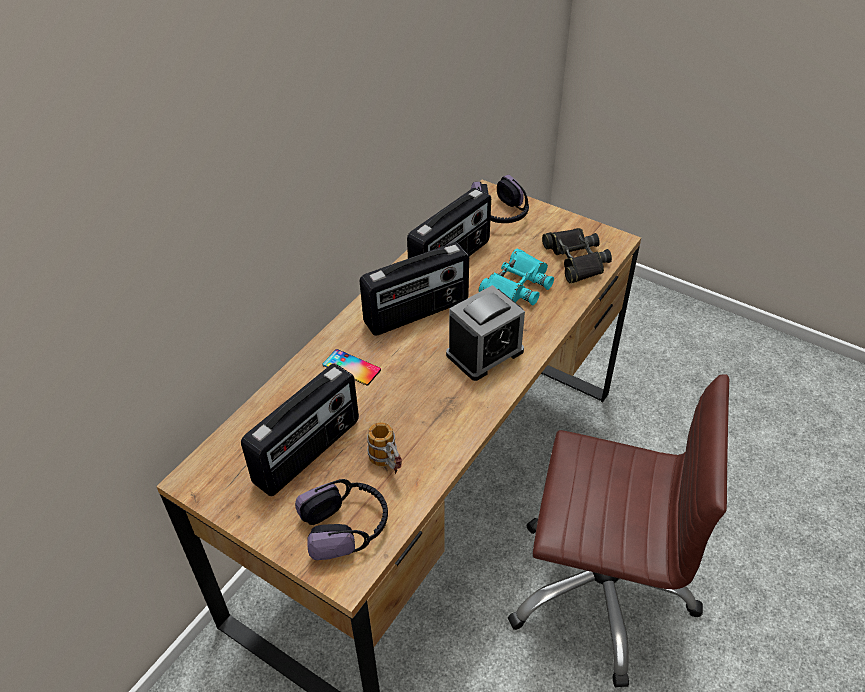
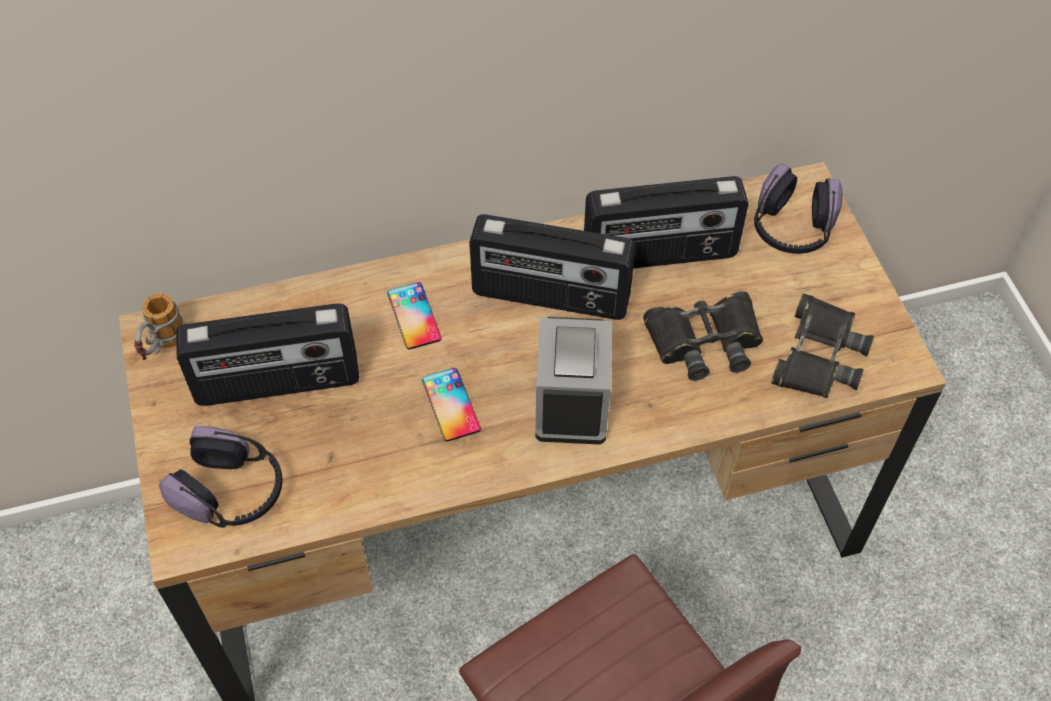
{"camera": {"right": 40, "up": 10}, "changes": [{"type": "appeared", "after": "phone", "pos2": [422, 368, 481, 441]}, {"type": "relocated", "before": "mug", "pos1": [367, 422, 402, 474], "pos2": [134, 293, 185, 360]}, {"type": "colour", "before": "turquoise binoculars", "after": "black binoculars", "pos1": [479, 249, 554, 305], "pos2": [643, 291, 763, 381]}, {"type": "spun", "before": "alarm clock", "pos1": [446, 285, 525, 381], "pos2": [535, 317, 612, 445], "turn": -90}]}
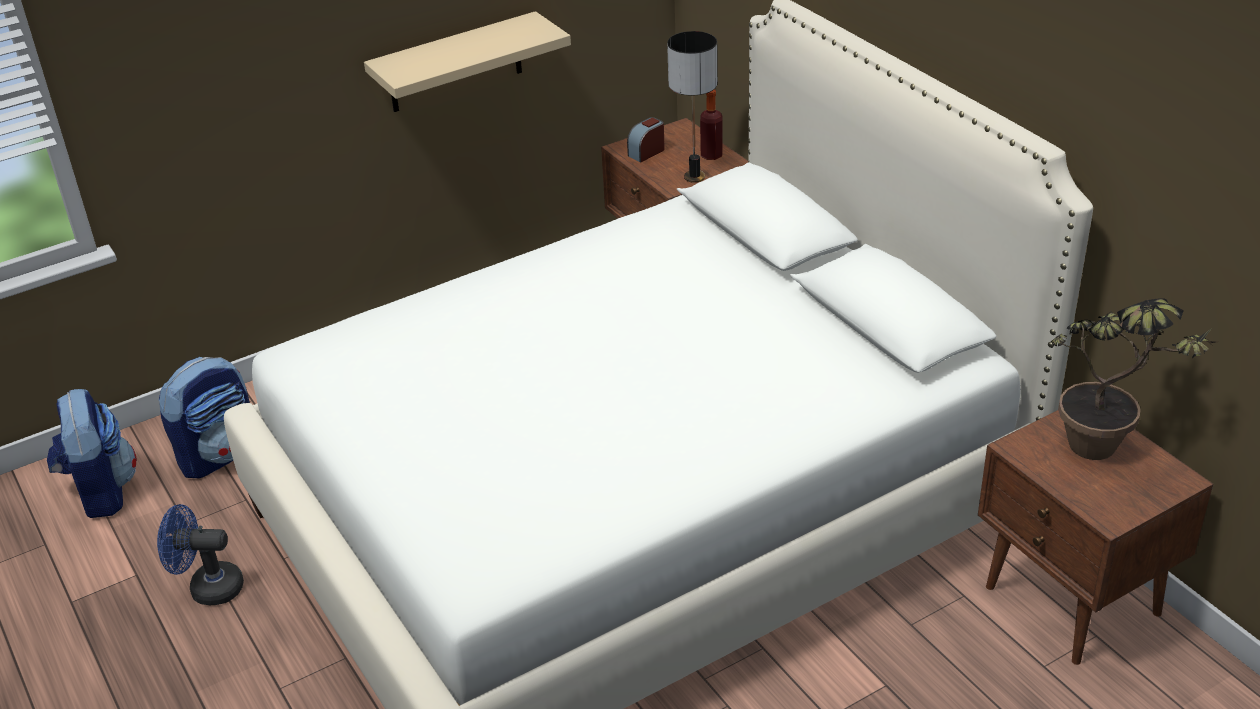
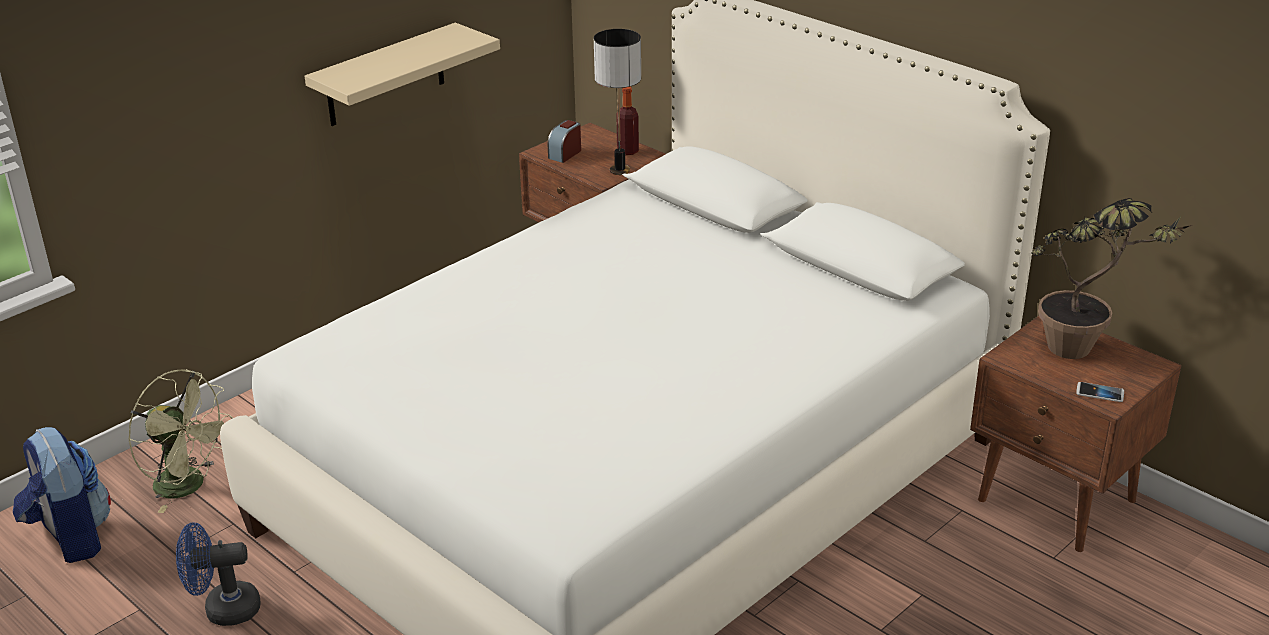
{"camera": {"right": -15, "up": -5}, "changes": [{"type": "appeared", "after": "phone", "pos2": [1076, 382, 1124, 402]}, {"type": "exchanged", "before": "backpack", "after": "green fan", "pos1": [159, 357, 250, 478], "pos2": [128, 369, 233, 513]}]}
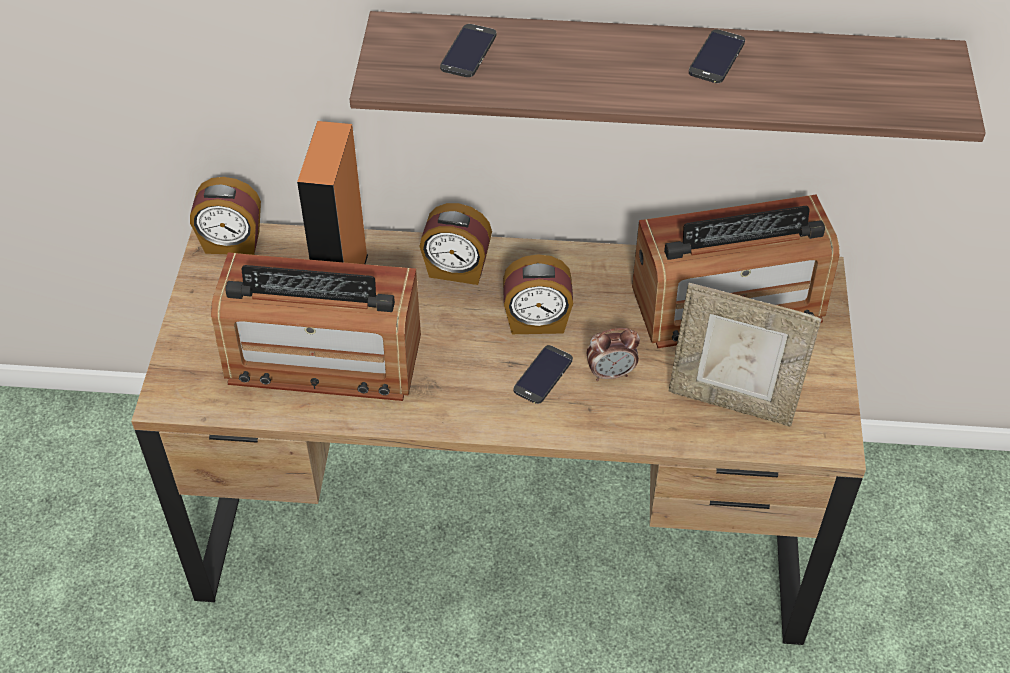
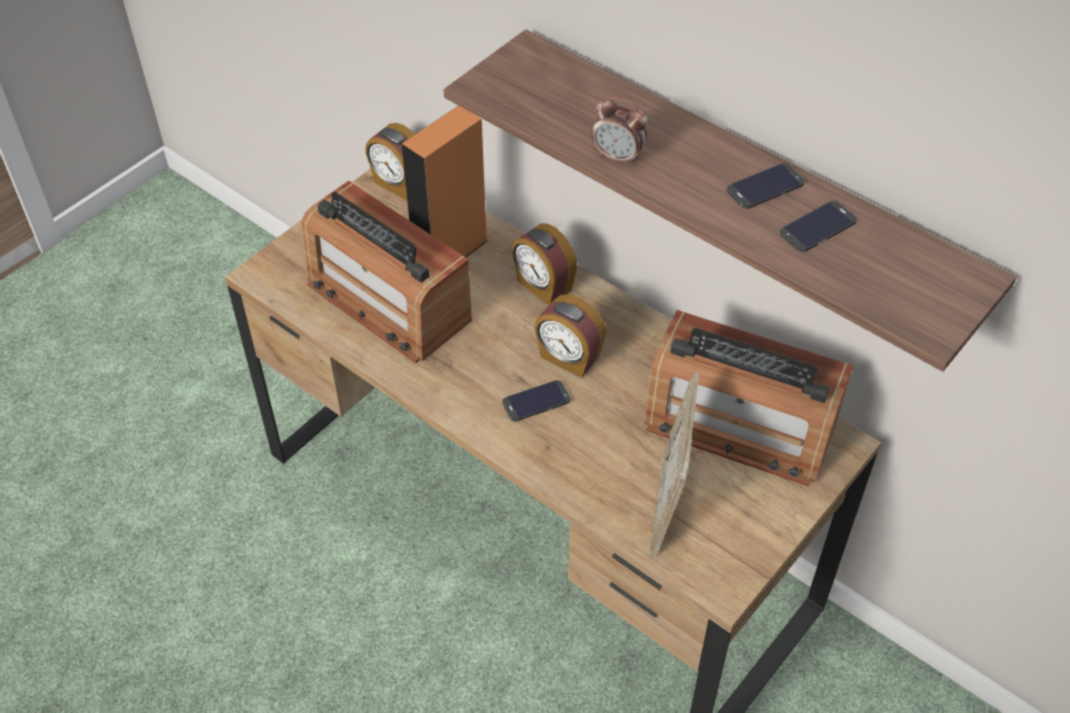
{"camera": {"right": 35, "up": 0}, "changes": [{"type": "relocated", "before": "phone", "pos1": [440, 24, 496, 77], "pos2": [780, 201, 857, 252]}, {"type": "relocated", "before": "alarm clock", "pos1": [586, 328, 640, 381], "pos2": [591, 97, 648, 166]}, {"type": "spun", "before": "picture frame", "pos1": [669, 283, 822, 427], "pos2": [650, 373, 699, 557], "turn": 45}]}
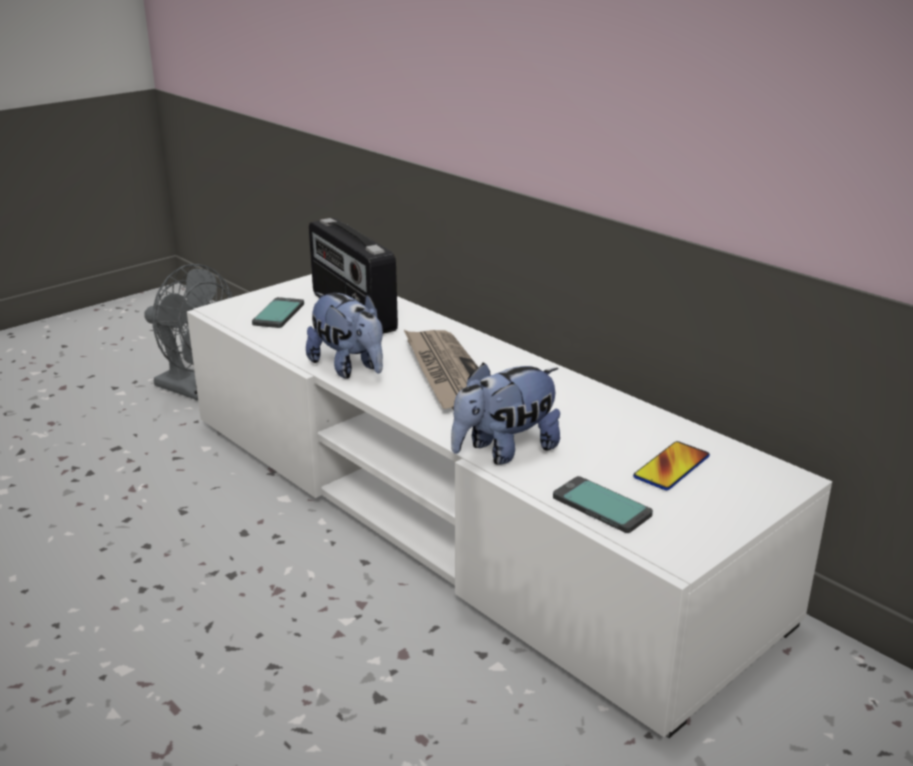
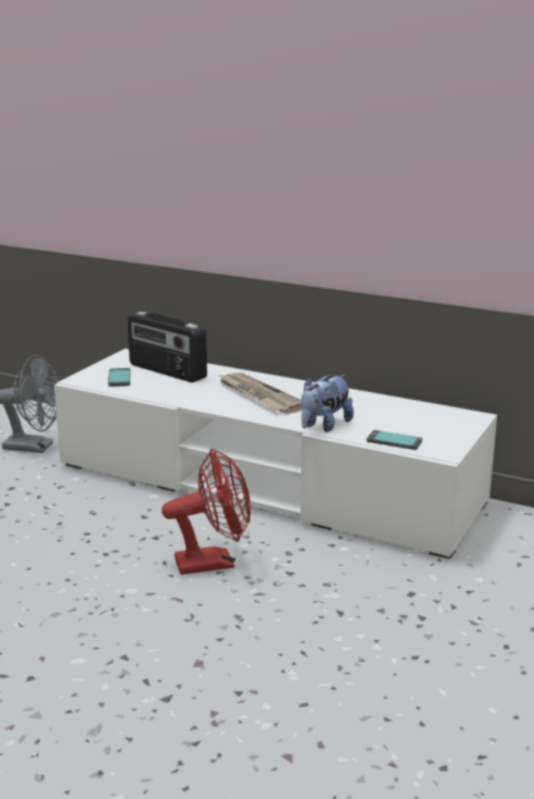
{"camera": {"right": -20, "up": -5}, "changes": [{"type": "missing", "before": "plush toy", "pos1": [306, 292, 383, 379]}, {"type": "missing", "before": "phone", "pos1": [633, 441, 710, 490]}, {"type": "appeared", "after": "red fan", "pos2": [162, 448, 251, 575]}]}
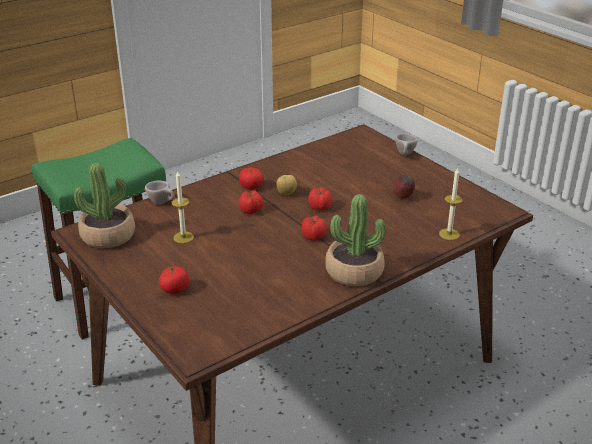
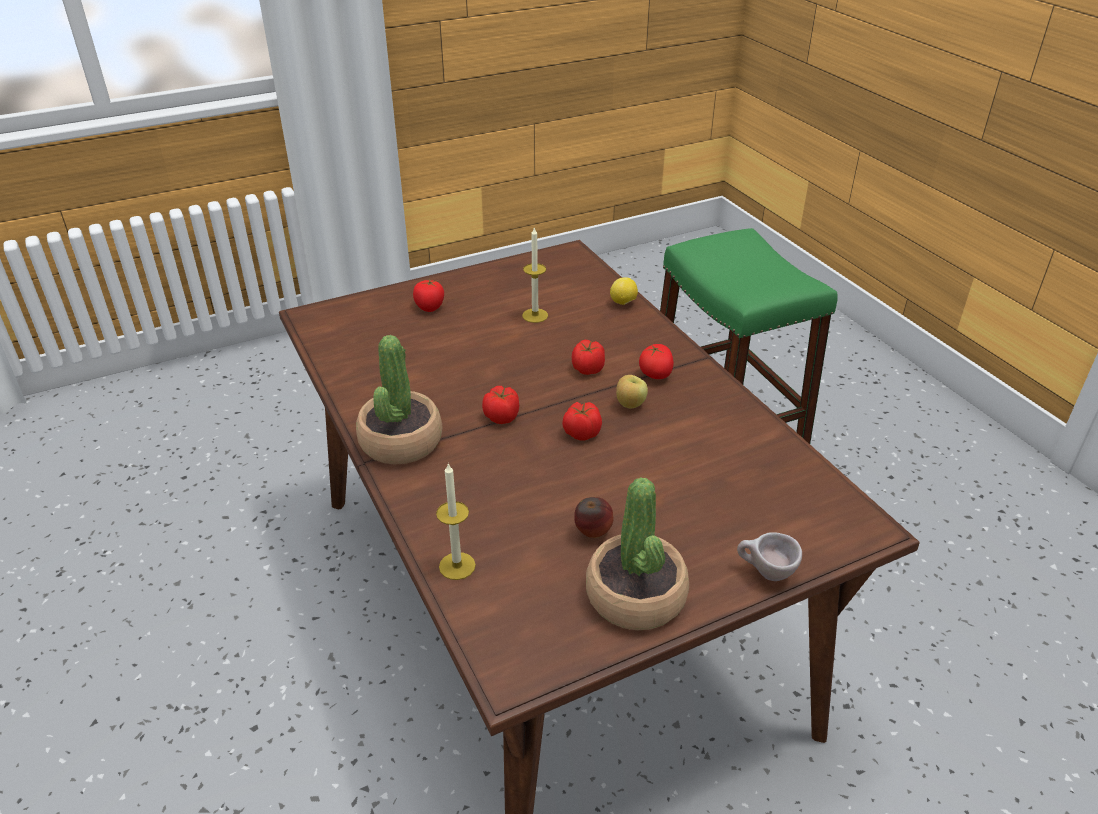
{"camera": {"right": 100, "up": 5}, "changes": [{"type": "relocated", "before": "potted plant", "pos1": [74, 163, 135, 248], "pos2": [586, 477, 689, 630]}, {"type": "exchanged", "before": "beige cup", "after": "lemon", "pos1": [145, 181, 175, 205], "pos2": [610, 277, 638, 305]}]}
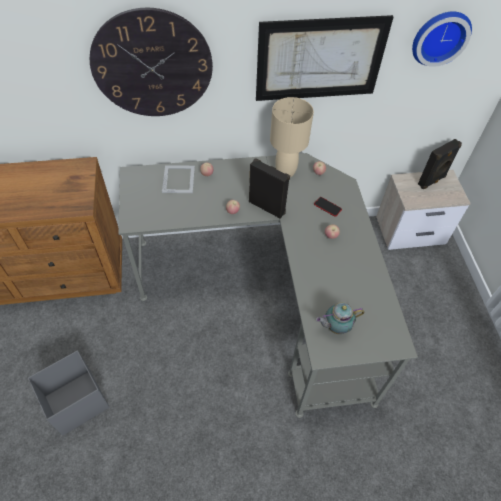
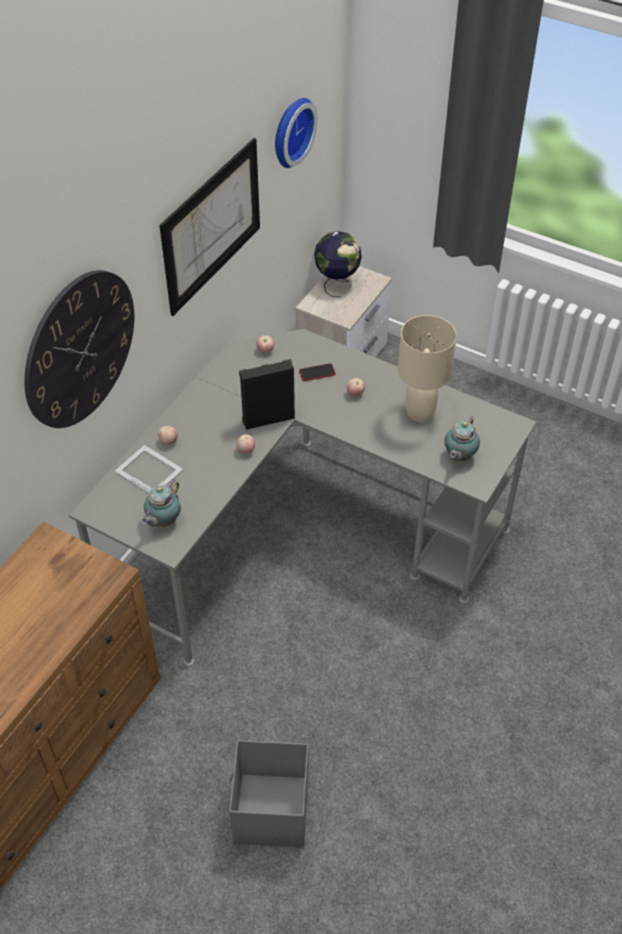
{"camera": {"right": -50, "up": -5}, "changes": [{"type": "appeared", "after": "teapot", "pos2": [142, 479, 181, 527]}, {"type": "relocated", "before": "beige table lamp", "pos1": [270, 97, 314, 177], "pos2": [398, 315, 457, 422]}, {"type": "exchanged", "before": "black speaker", "after": "globe", "pos1": [418, 139, 462, 189], "pos2": [314, 231, 362, 297]}]}
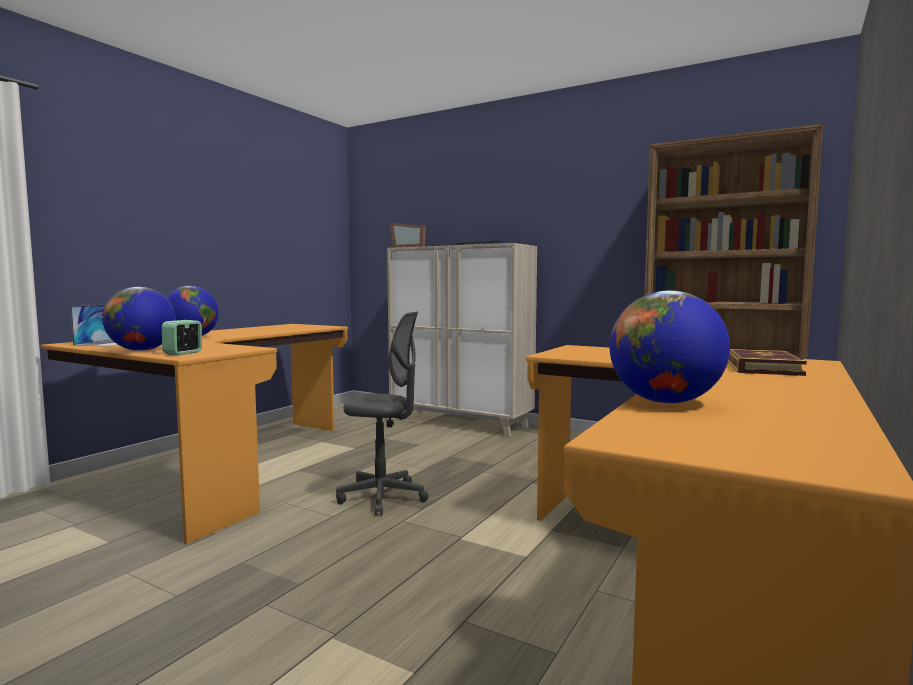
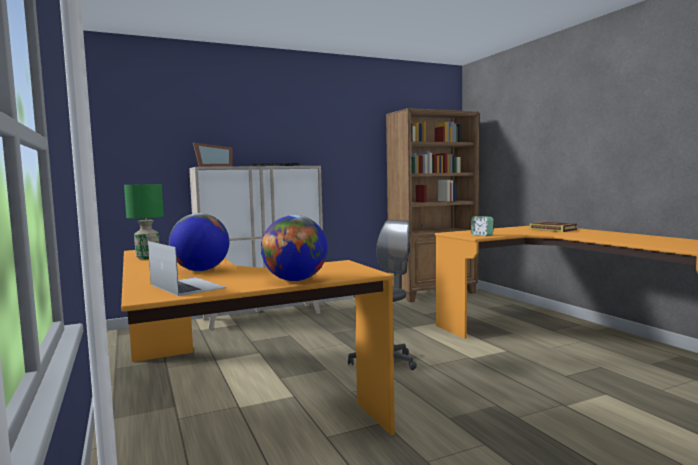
{"camera": {"right": -55, "up": 0}, "changes": [{"type": "missing", "before": "globe", "pos1": [610, 291, 730, 403]}, {"type": "appeared", "after": "green table lamp", "pos2": [124, 184, 164, 259]}, {"type": "relocated", "before": "alarm clock", "pos1": [162, 320, 202, 355], "pos2": [471, 216, 494, 236]}]}
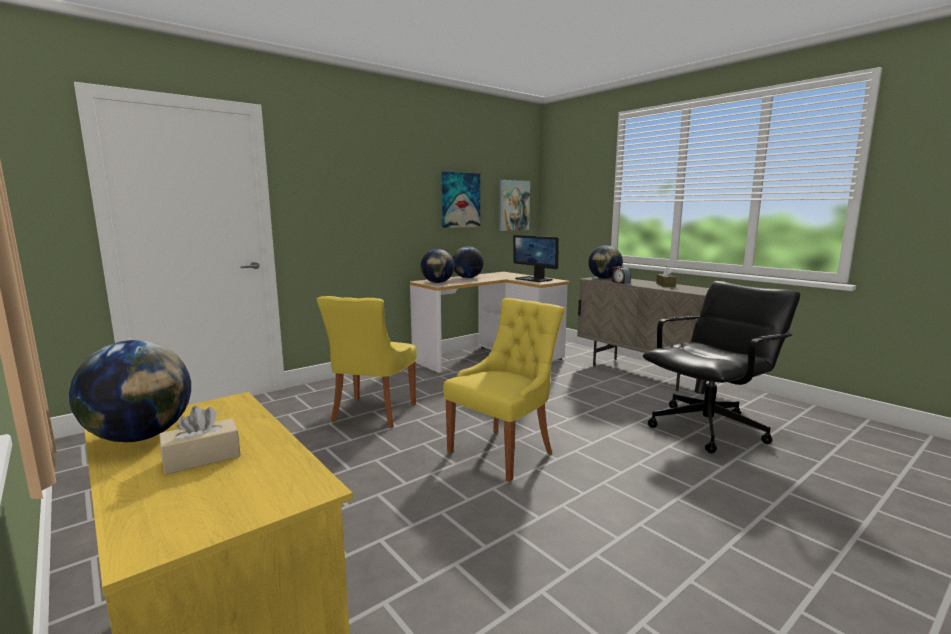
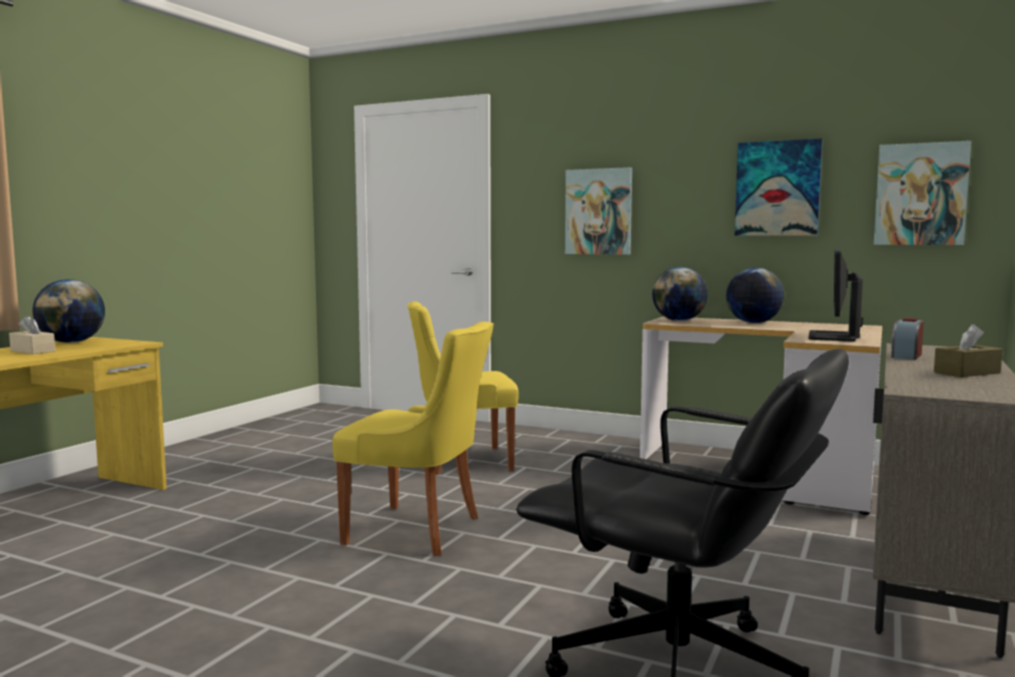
{"camera": {"right": 65, "up": -5}, "changes": [{"type": "missing", "before": "globe", "pos1": [588, 245, 623, 279]}, {"type": "appeared", "after": "picture", "pos2": [565, 167, 632, 255]}]}
